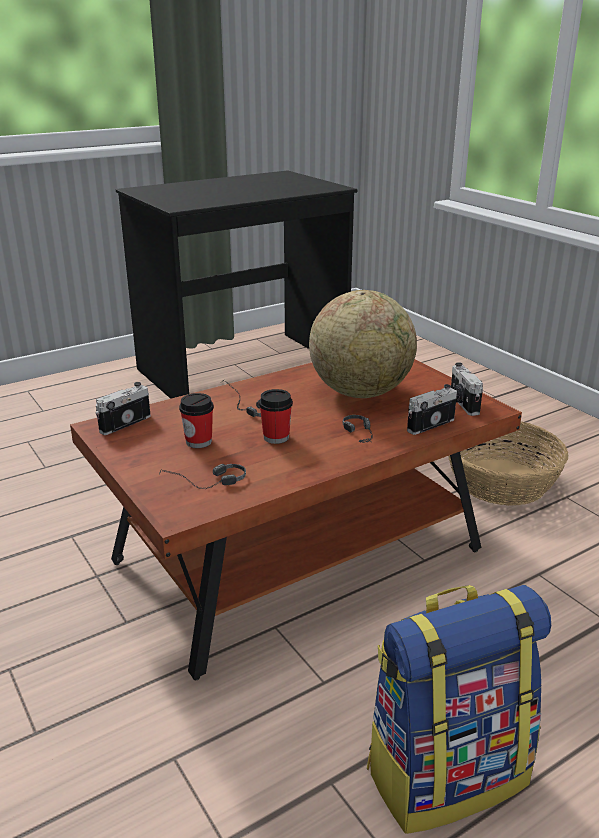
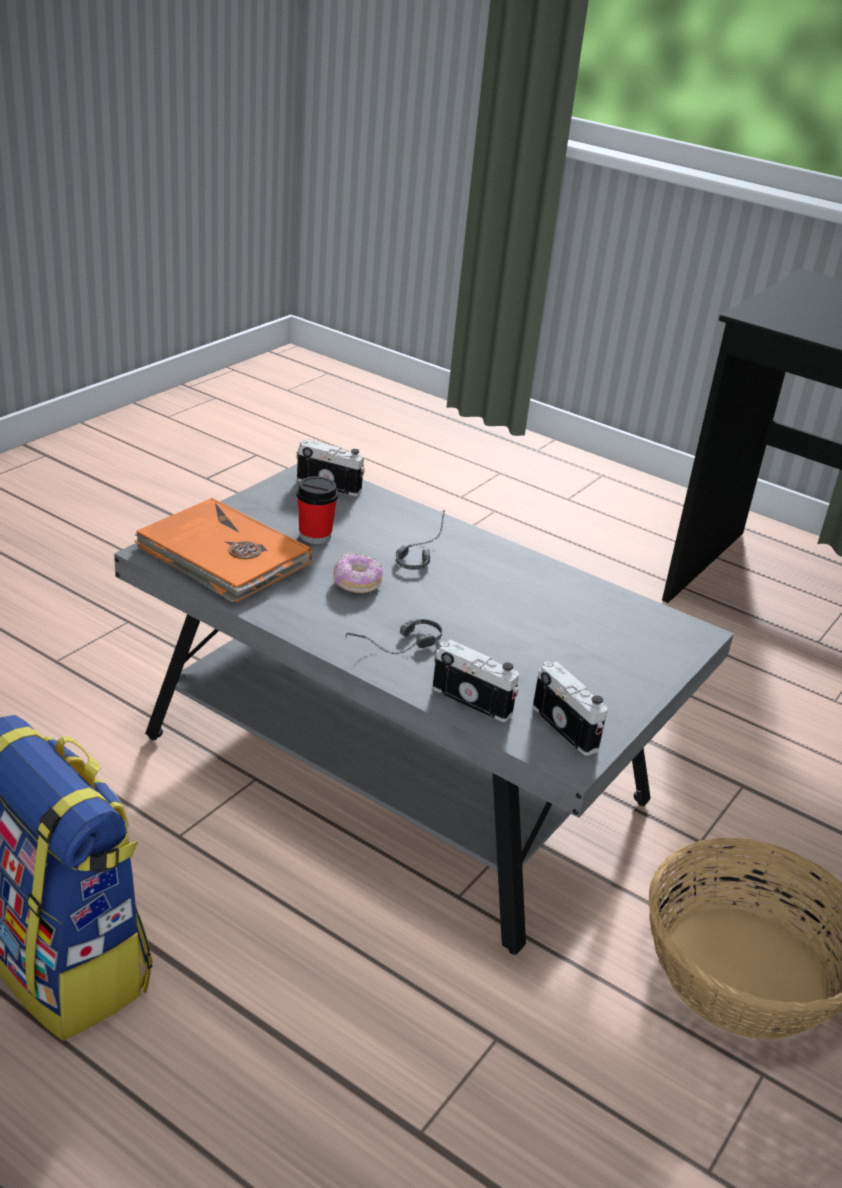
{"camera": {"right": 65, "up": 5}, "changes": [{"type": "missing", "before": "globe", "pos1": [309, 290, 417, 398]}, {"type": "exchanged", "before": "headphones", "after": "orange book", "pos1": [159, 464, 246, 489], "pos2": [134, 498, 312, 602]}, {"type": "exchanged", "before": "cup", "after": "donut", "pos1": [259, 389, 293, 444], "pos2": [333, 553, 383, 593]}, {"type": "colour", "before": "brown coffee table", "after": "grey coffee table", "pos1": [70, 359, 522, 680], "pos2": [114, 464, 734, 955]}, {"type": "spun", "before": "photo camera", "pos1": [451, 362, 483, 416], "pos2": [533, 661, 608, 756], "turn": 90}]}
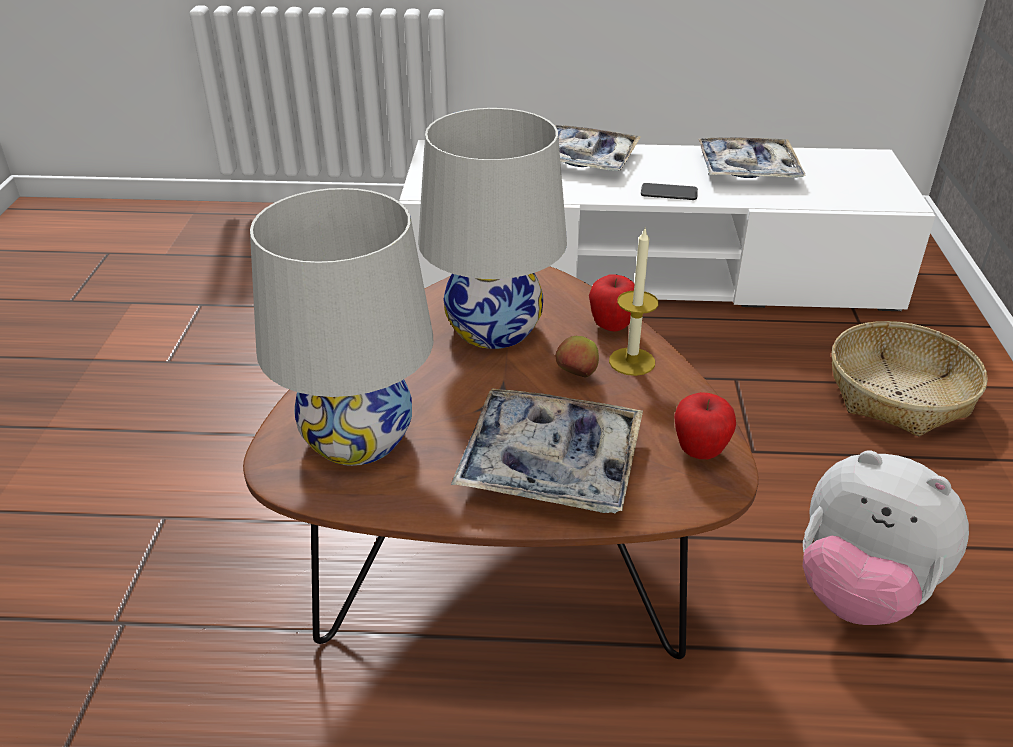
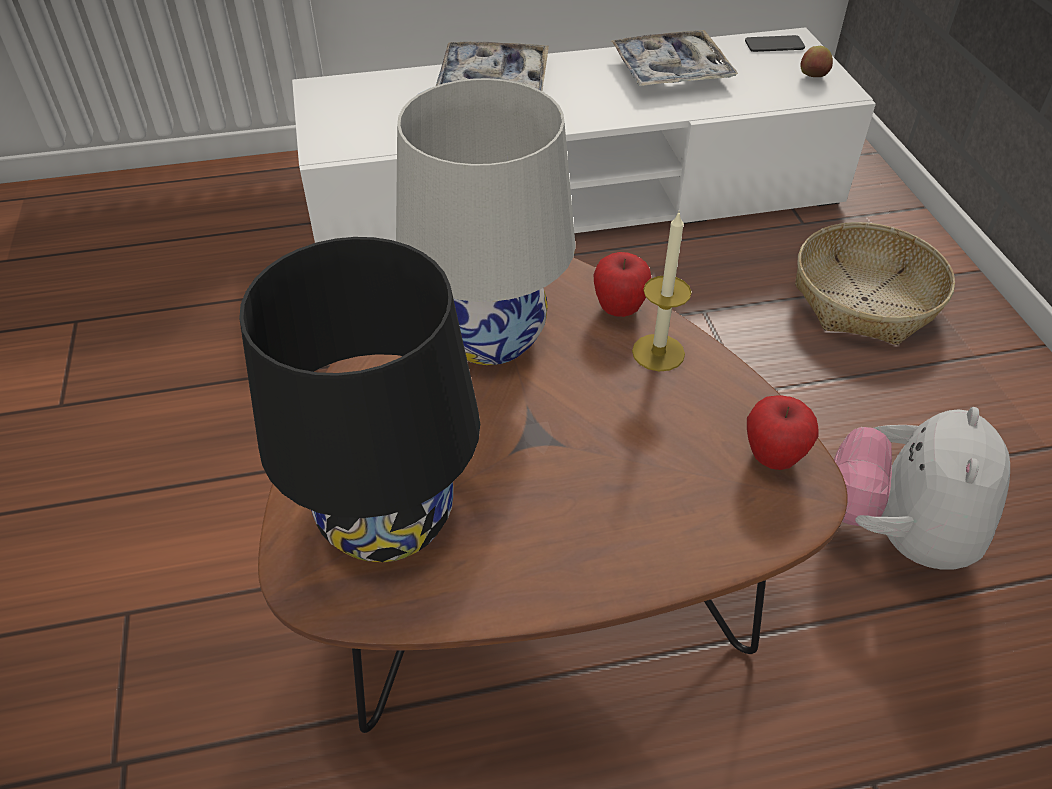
{"camera": {"right": -15, "up": 10}, "changes": [{"type": "missing", "before": "tray", "pos1": [451, 389, 643, 514]}, {"type": "relocated", "before": "apple", "pos1": [555, 336, 599, 377], "pos2": [800, 46, 833, 77]}, {"type": "relocated", "before": "phone", "pos1": [641, 183, 698, 200], "pos2": [745, 35, 805, 52]}, {"type": "colour", "before": "white table lamp", "after": "black table lamp", "pos1": [250, 188, 434, 466], "pos2": [239, 237, 480, 562]}, {"type": "spun", "before": "plush toy", "pos1": [803, 450, 969, 625], "pos2": [834, 407, 1010, 570], "turn": 90}]}
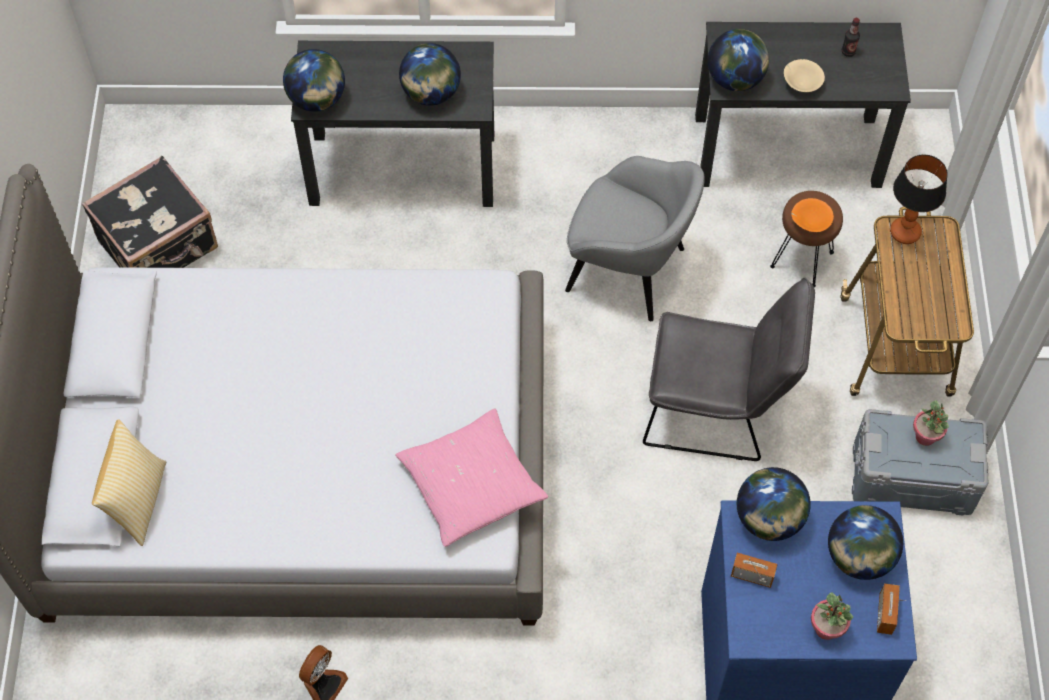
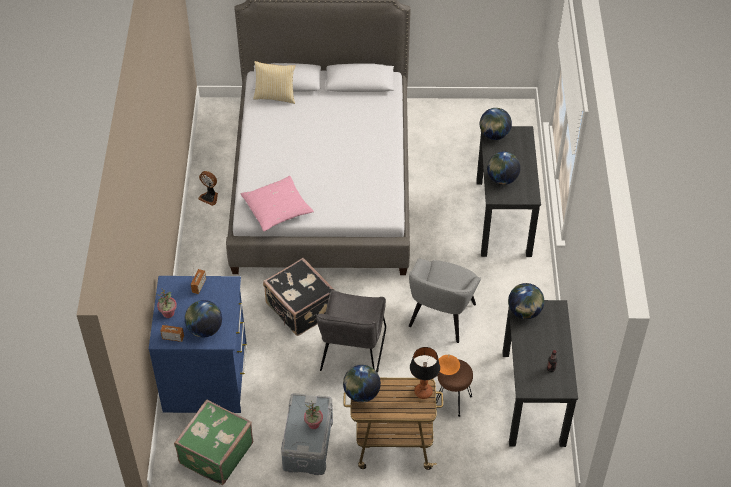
{"camera": {"right": 90, "up": -10}, "changes": [{"type": "missing", "before": "beige bowl", "pos1": [784, 59, 825, 92]}, {"type": "appeared", "after": "green suitcase", "pos2": [174, 399, 253, 485]}, {"type": "relocated", "before": "black suitcase", "pos1": [82, 156, 218, 268], "pos2": [263, 258, 334, 336]}, {"type": "relocated", "before": "globe", "pos1": [737, 467, 811, 541], "pos2": [343, 365, 381, 403]}]}
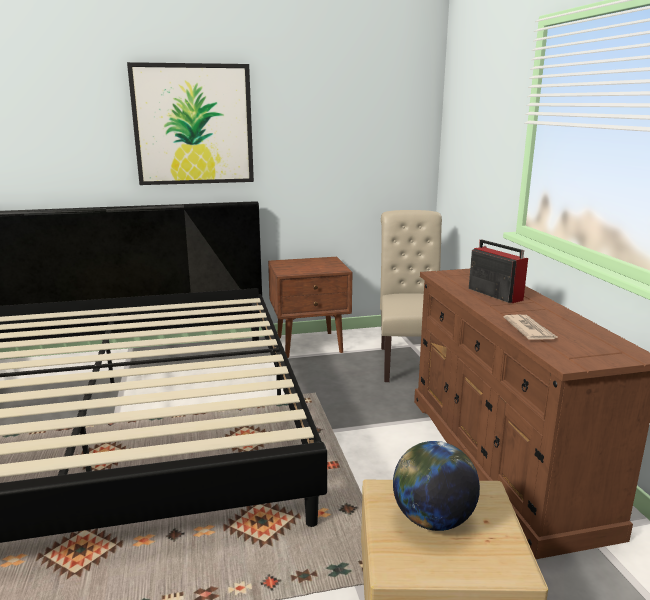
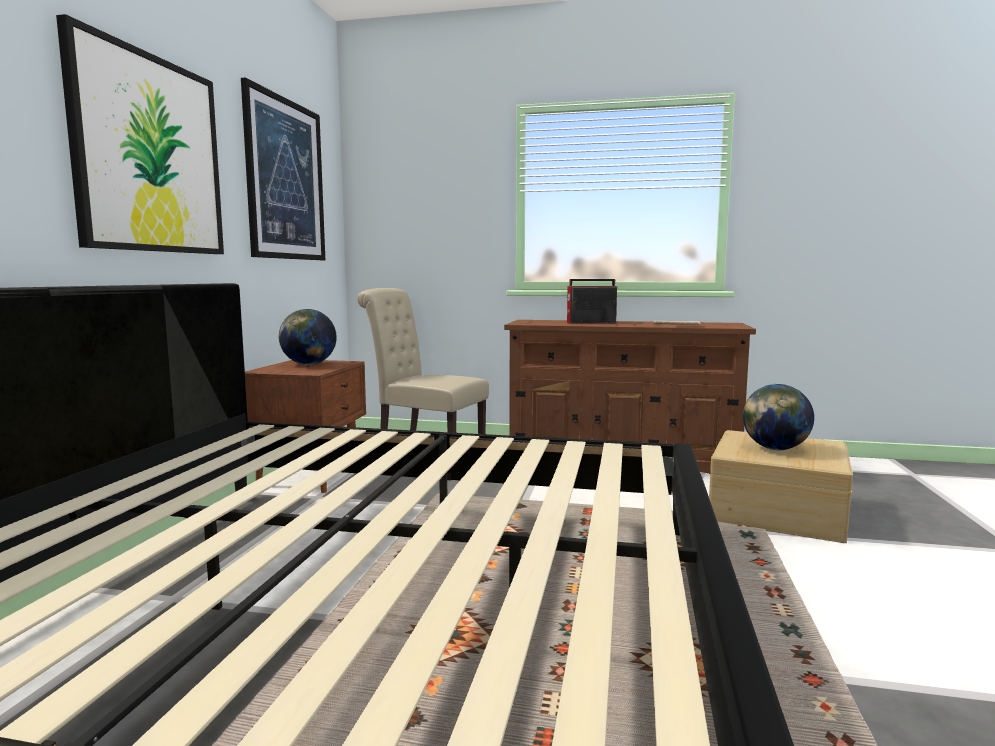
{"camera": {"right": -65, "up": -10}, "changes": [{"type": "appeared", "after": "picture", "pos2": [241, 78, 325, 260]}, {"type": "appeared", "after": "globe", "pos2": [279, 309, 337, 365]}]}
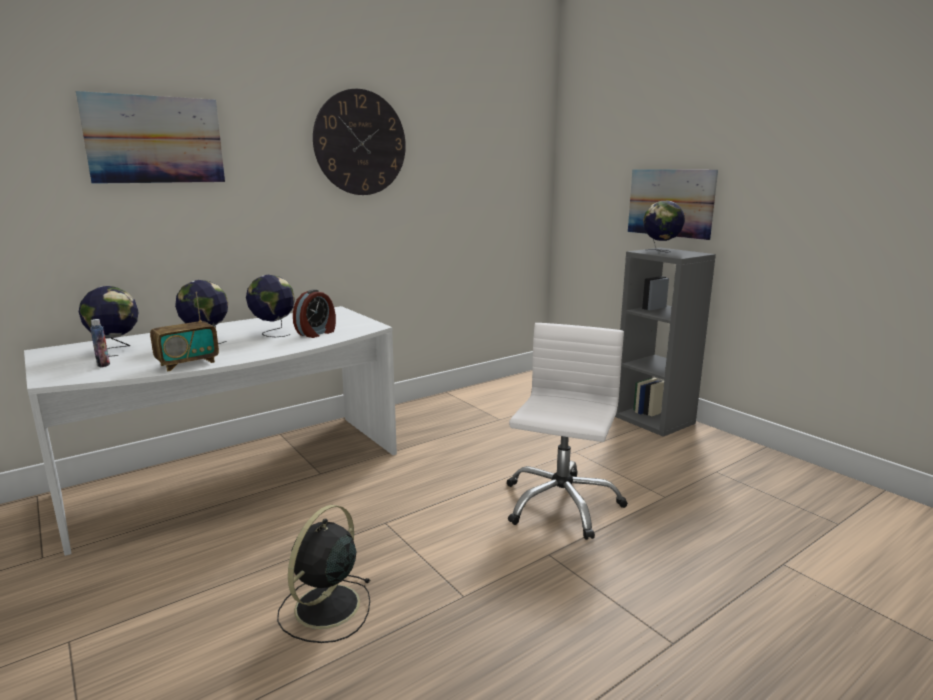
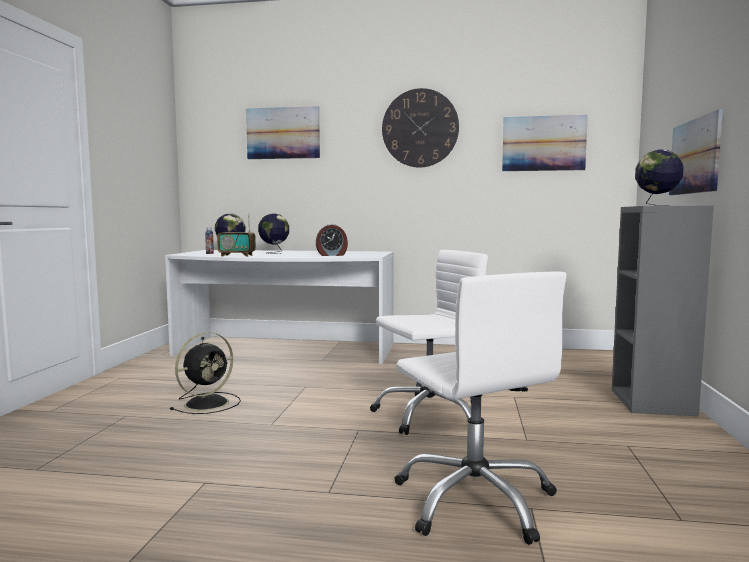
{"camera": {"right": 45, "up": -10}, "changes": [{"type": "missing", "before": "globe", "pos1": [246, 275, 295, 337]}, {"type": "appeared", "after": "white office chair", "pos2": [394, 272, 566, 545]}, {"type": "appeared", "after": "picture", "pos2": [502, 115, 588, 171]}, {"type": "spun", "before": "black fan", "pos1": [277, 505, 371, 643], "pos2": [170, 332, 241, 414], "turn": 150}]}
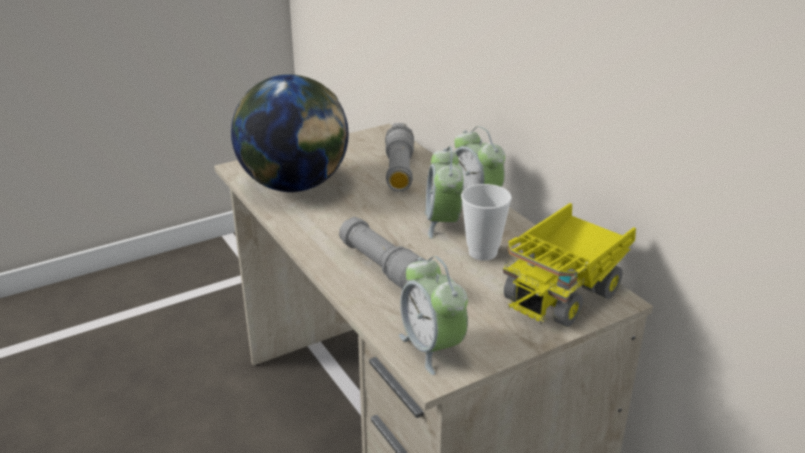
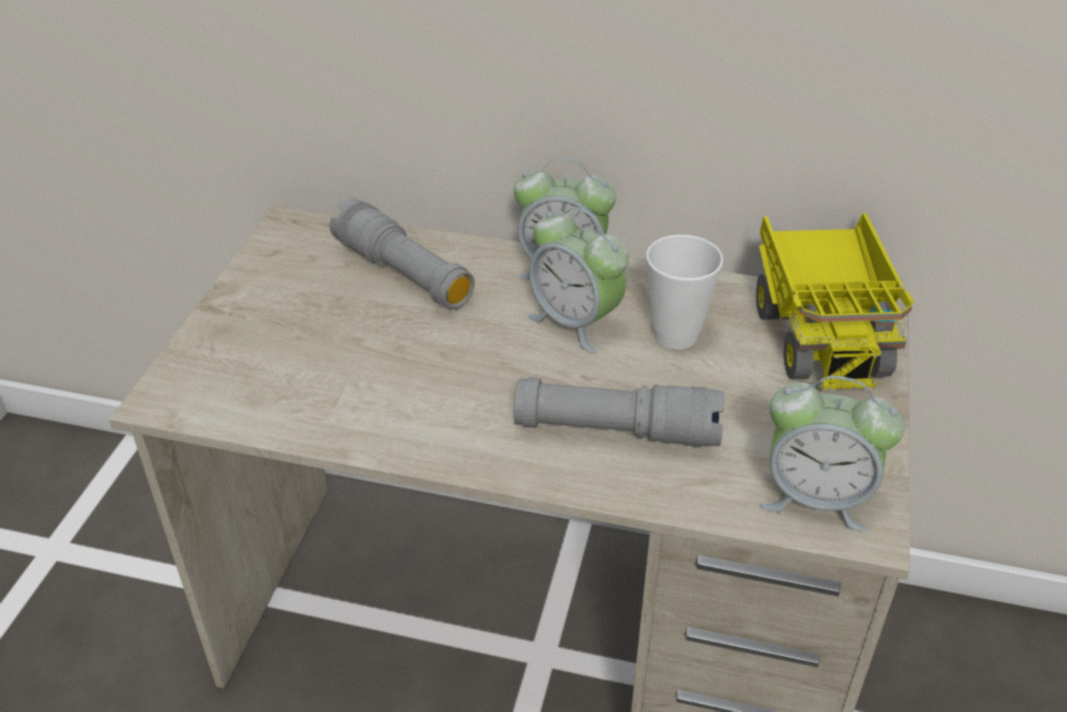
{"camera": {"right": -45, "up": 10}, "changes": [{"type": "missing", "before": "globe", "pos1": [231, 74, 349, 192]}]}
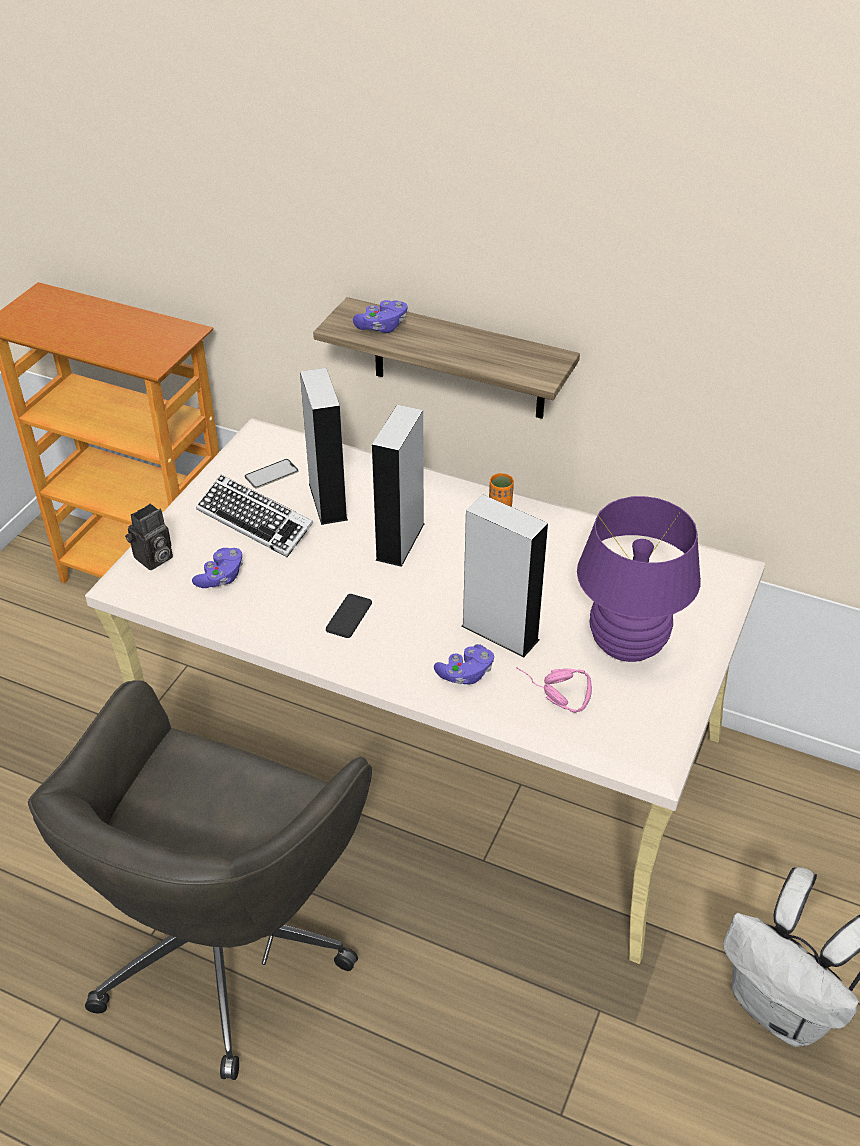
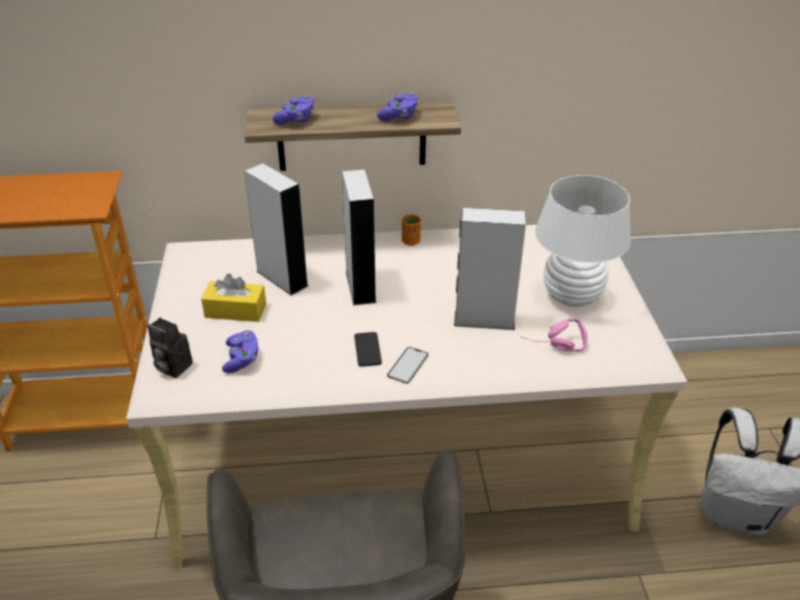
{"camera": {"right": -30, "up": -5}, "changes": [{"type": "relocated", "before": "phone", "pos1": [245, 459, 298, 489], "pos2": [387, 347, 429, 384]}, {"type": "relocated", "before": "purple game controller", "pos1": [434, 644, 494, 684], "pos2": [377, 93, 419, 121]}, {"type": "exchanged", "before": "keyboard", "after": "yellow tissue box", "pos1": [196, 474, 314, 557], "pos2": [201, 274, 266, 322]}, {"type": "colour", "before": "purple table lamp", "after": "white table lamp", "pos1": [577, 496, 701, 662], "pos2": [535, 175, 631, 307]}, {"type": "spun", "before": "photo camera", "pos1": [125, 504, 173, 570], "pos2": [147, 318, 193, 378], "turn": 105}]}
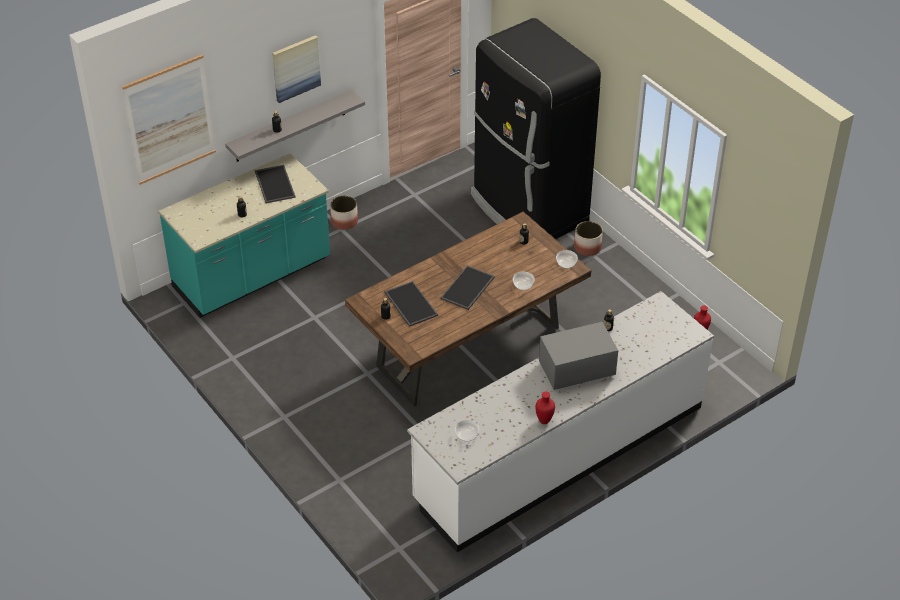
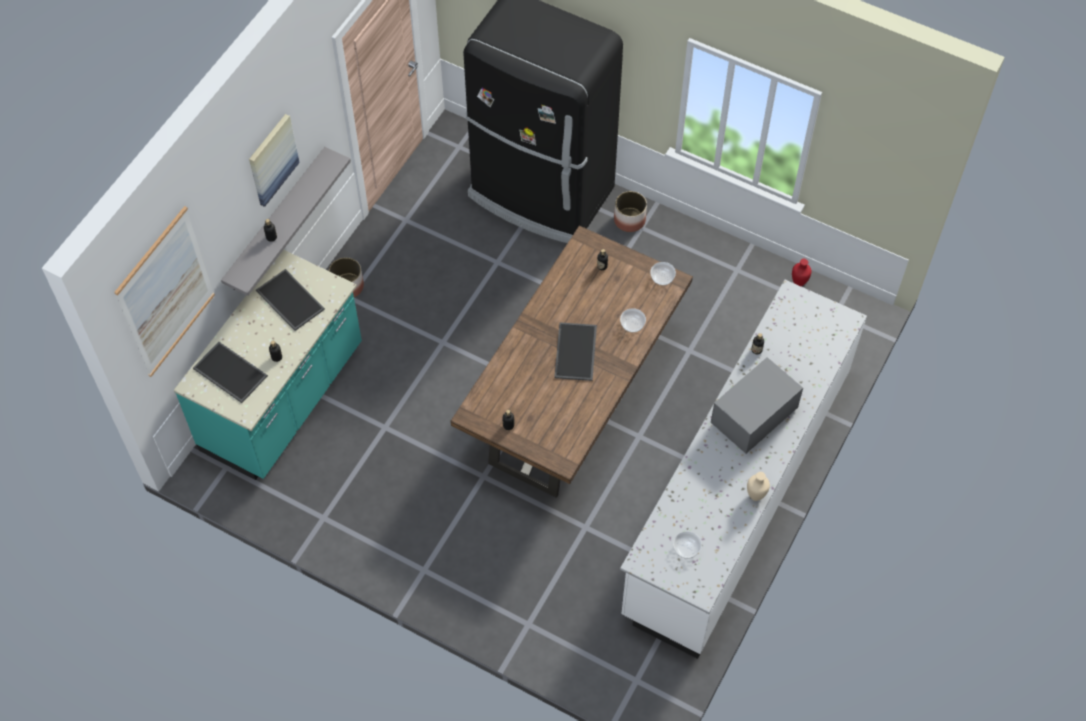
{"camera": {"right": -25, "up": 15}, "changes": [{"type": "relocated", "before": "tray", "pos1": [385, 281, 438, 327], "pos2": [193, 342, 268, 403]}, {"type": "colour", "before": "red vase", "after": "beige vase", "pos1": [536, 391, 555, 424], "pos2": [747, 472, 770, 501]}]}
